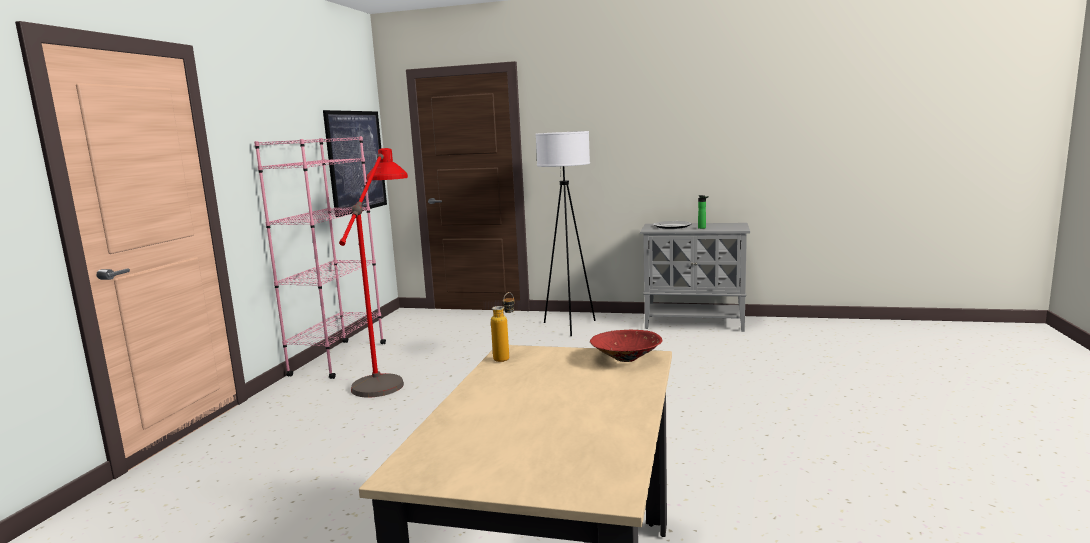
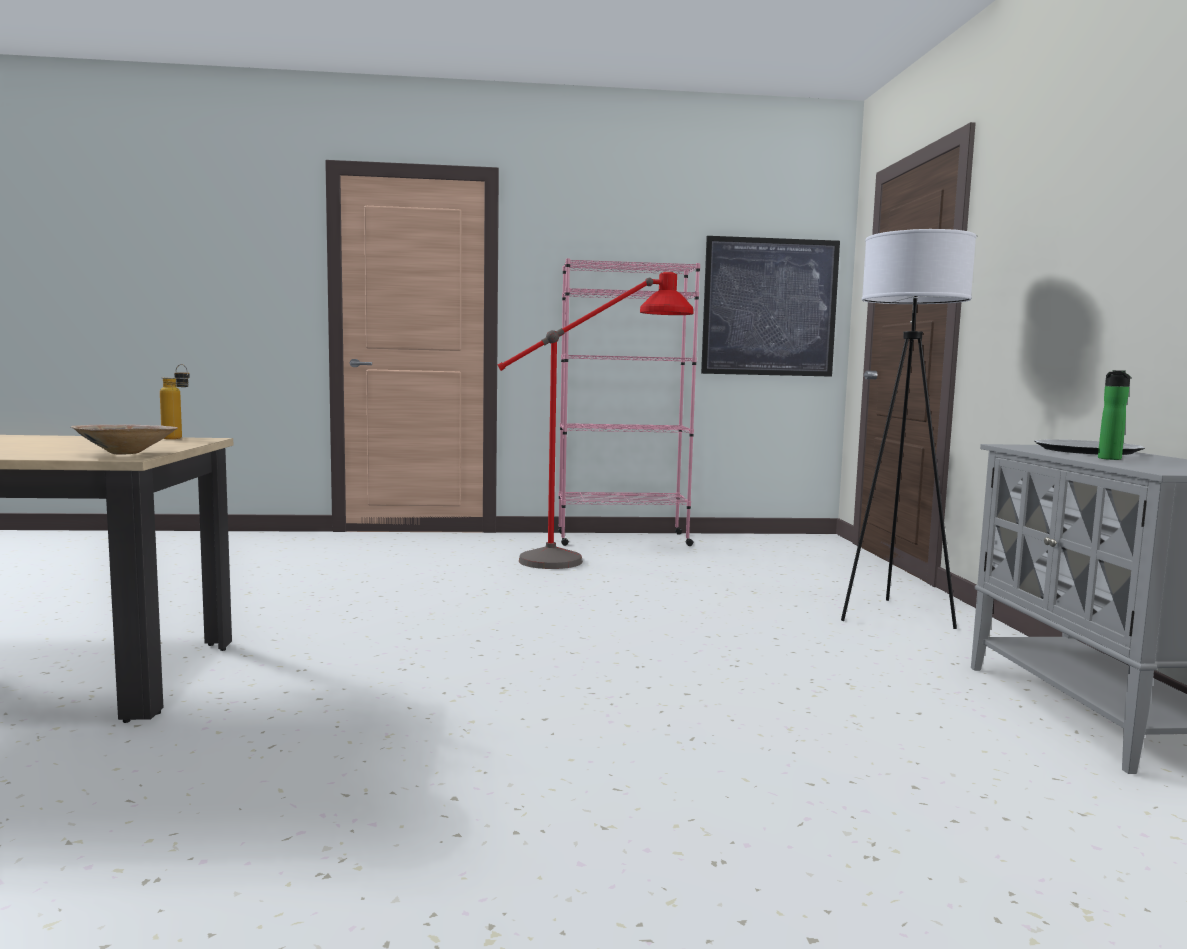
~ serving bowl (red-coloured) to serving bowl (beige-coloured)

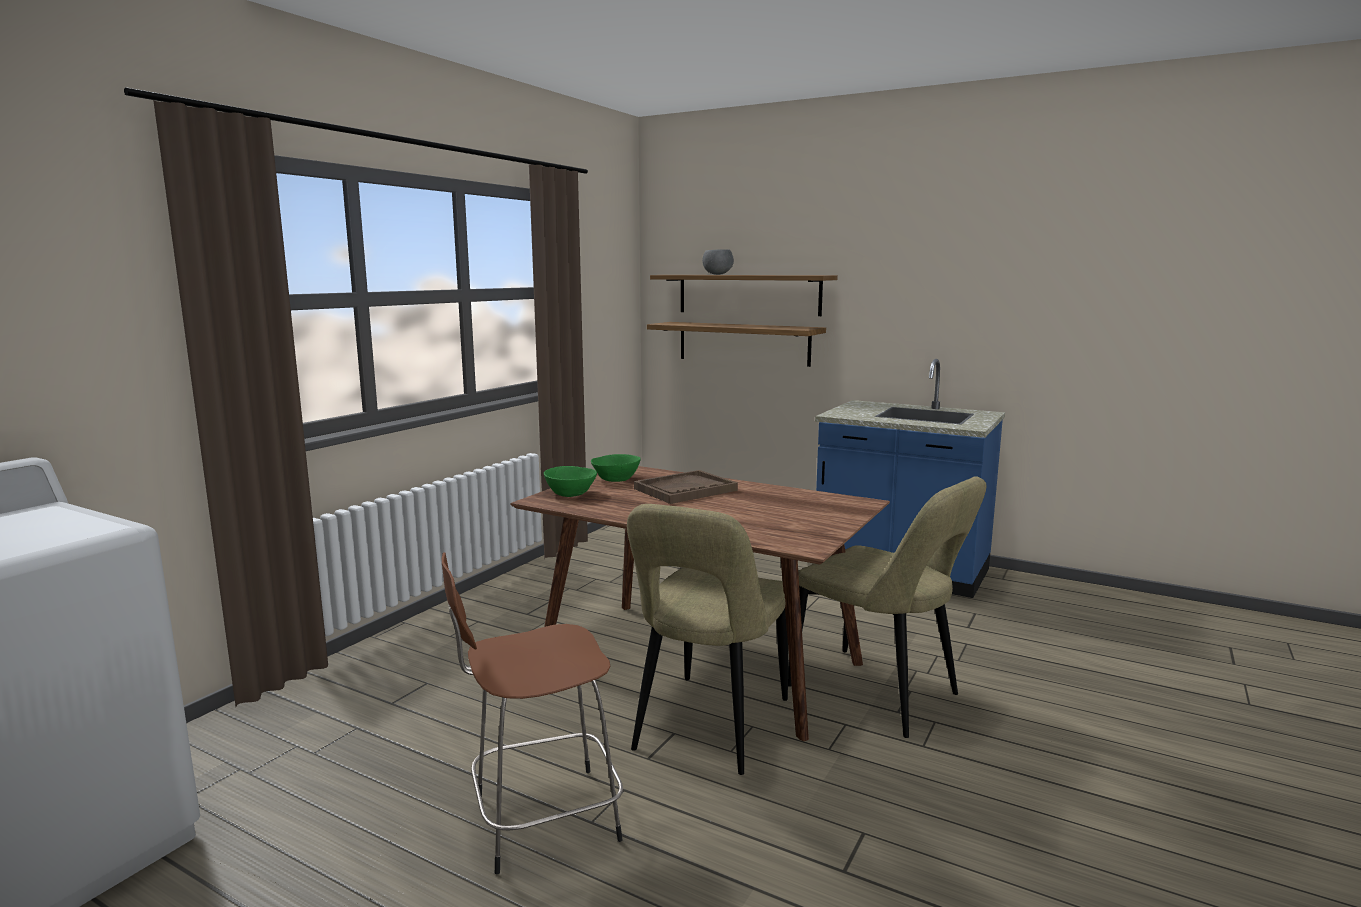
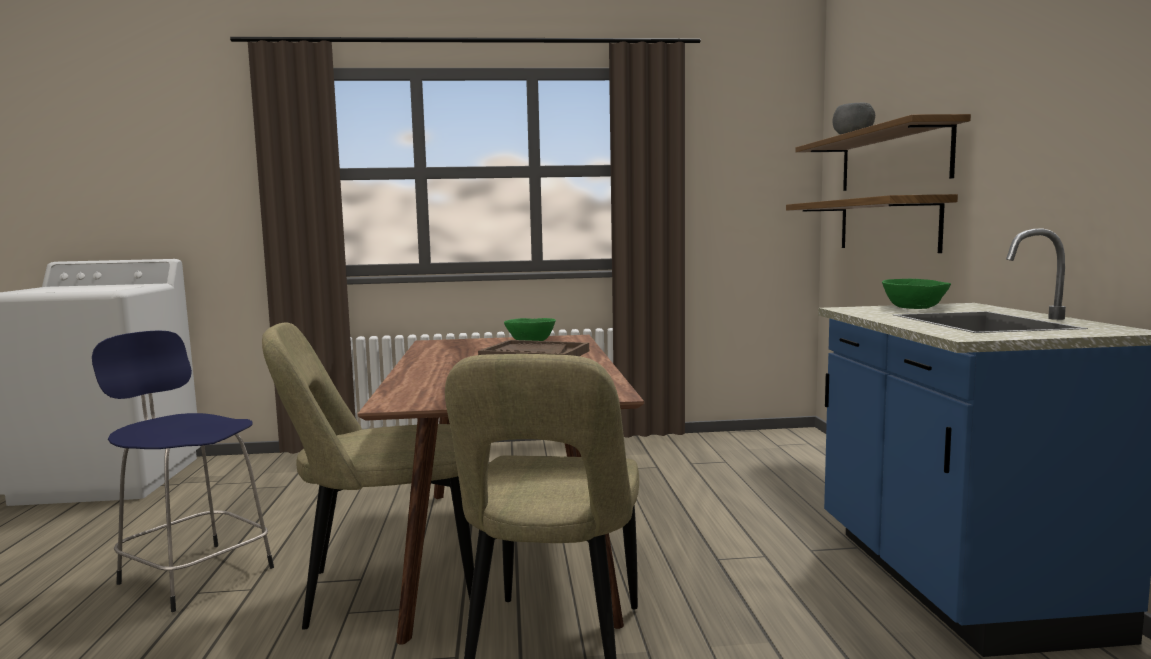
~ stool seat (brownish) to stool seat (bluish)
~ serving bowl (greenish) (1st from left in the first image) to serving bowl (greenish) (2nd from left)

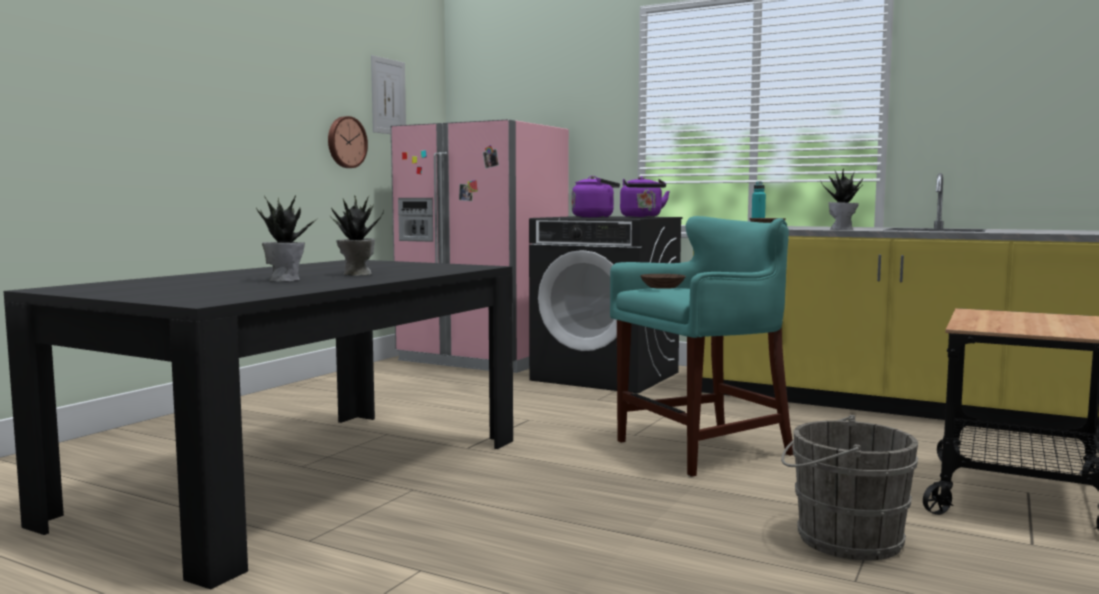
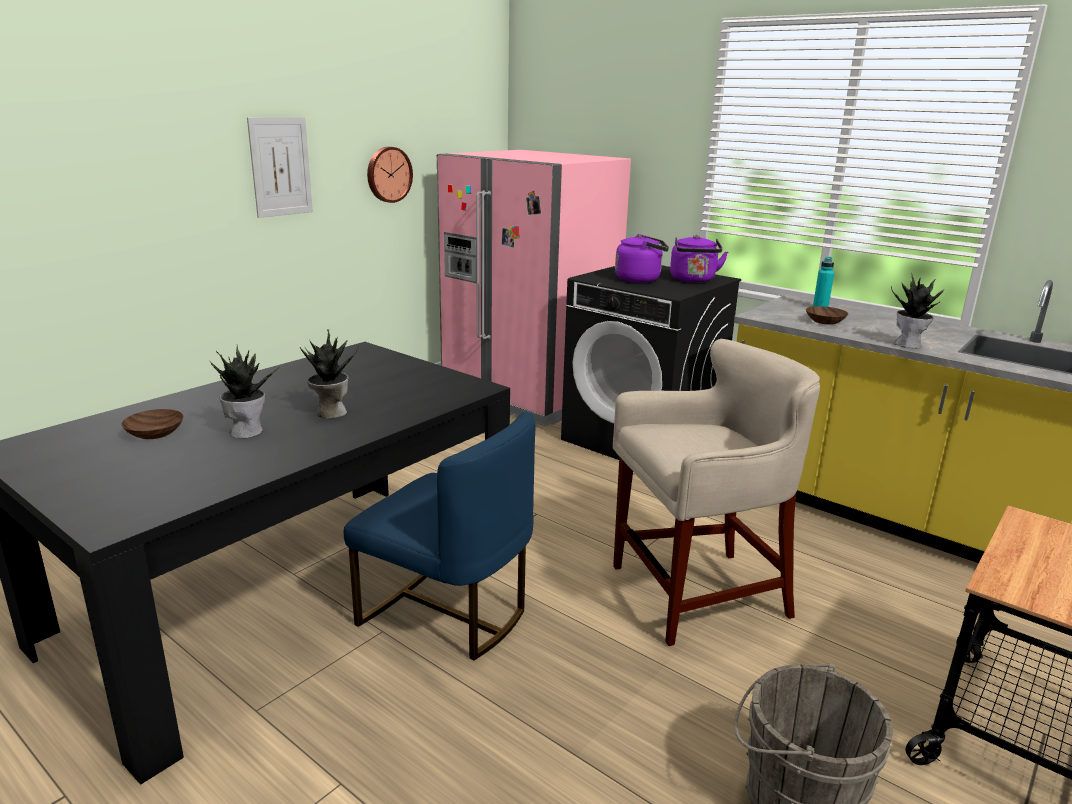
~ wall picture
~ stool seat (turquoise) to stool seat (beige-coloured)
~ serving bowl (brownish) (1st from left)
+ upright chair (bluish)

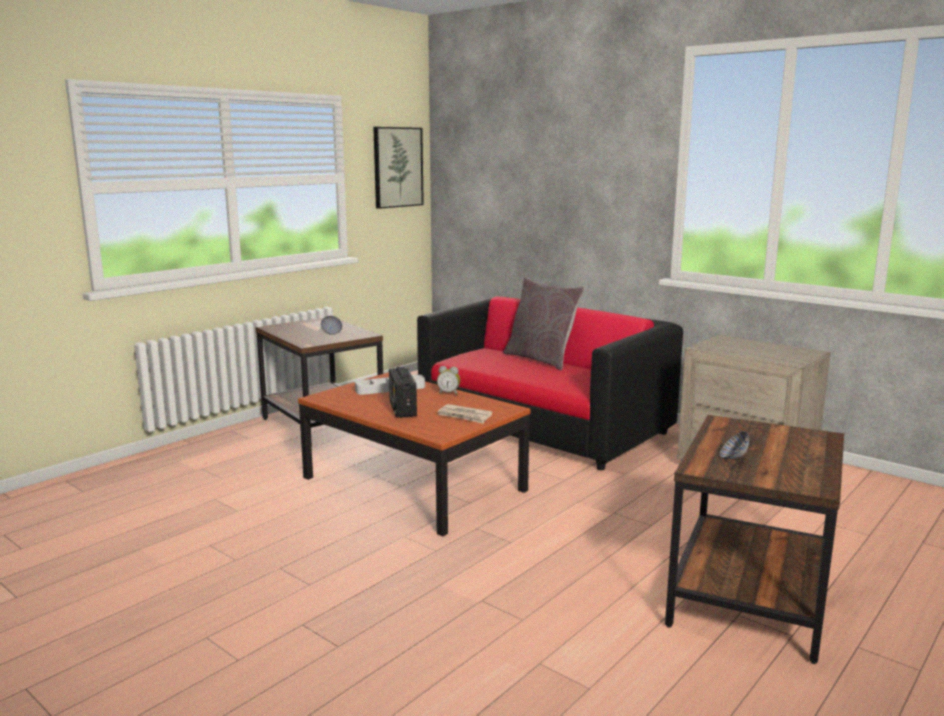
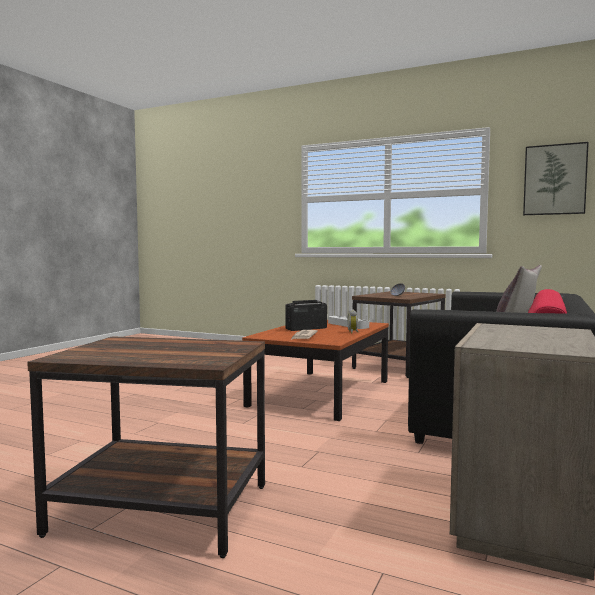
- serving bowl (2nd from left)

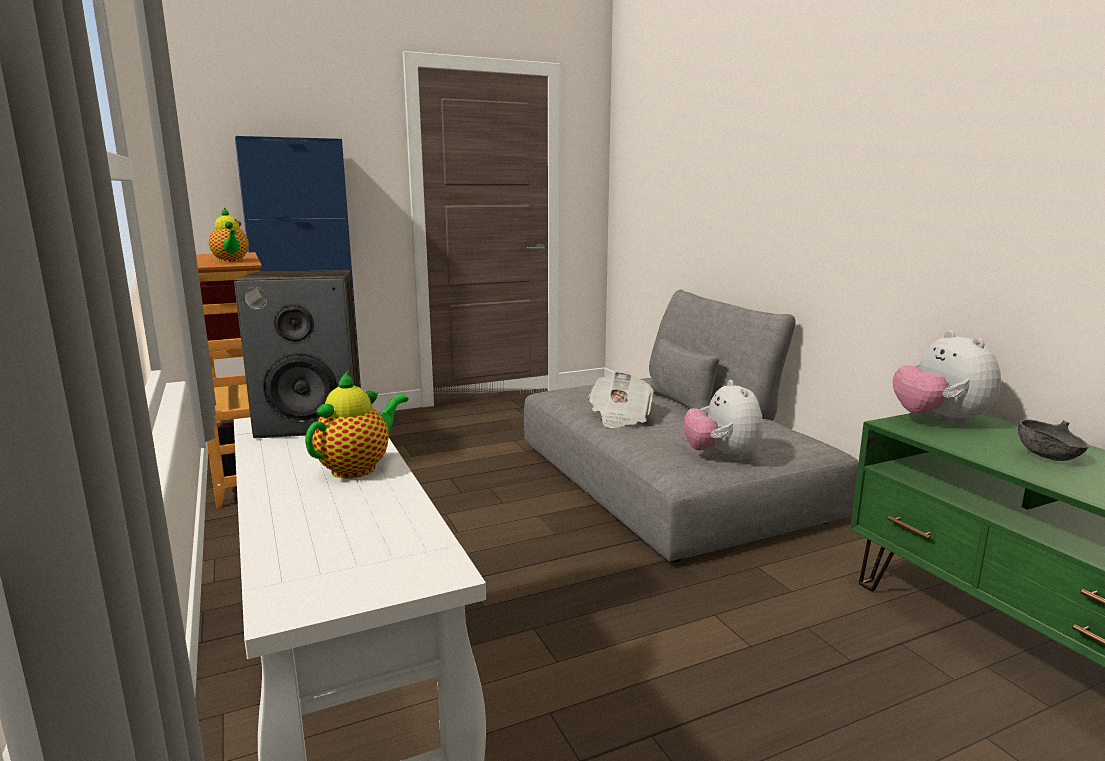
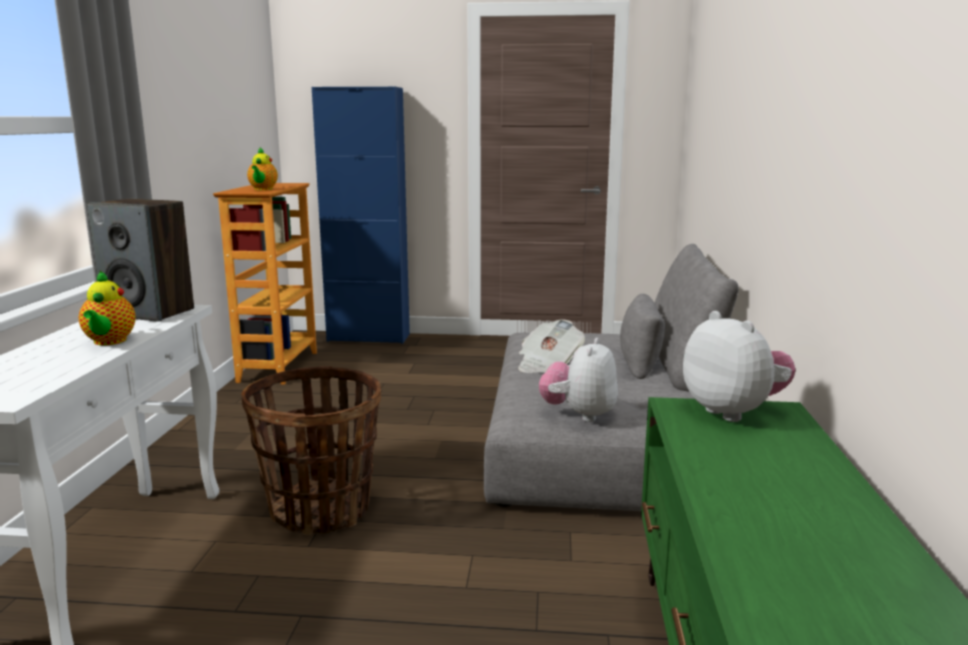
~ tea pot (2nd from left in the first image) 105 degrees clockwise
~ plush toy (2nd from left) 135 degrees clockwise
- serving bowl (grey)
+ storage basket

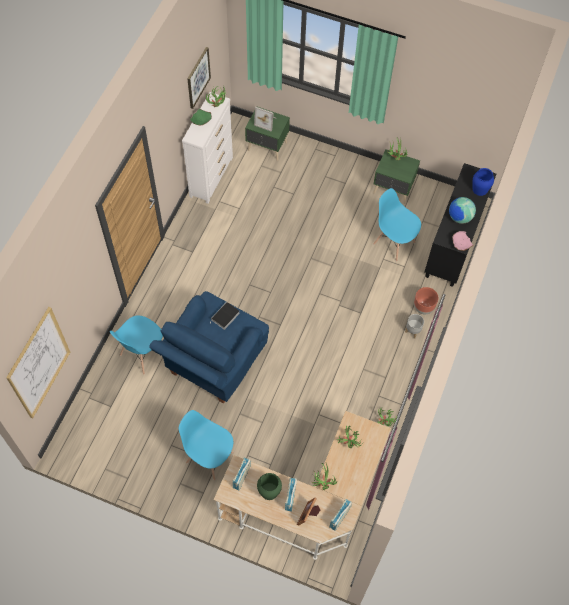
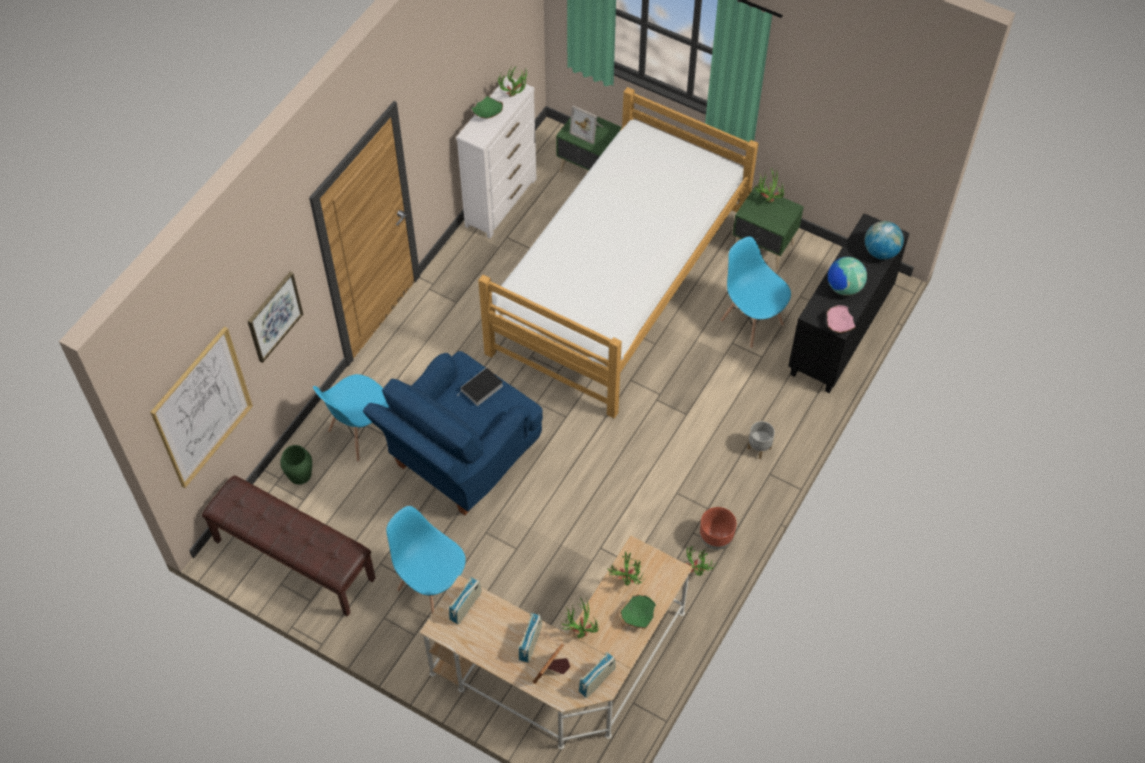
~ wall picture (2nd from left)
~ vase (greenish)
~ plant pot (brownish)
~ vase (bluish) to desk globe (2nd from left)
+ long seat (brownish)
+ bed
+ serving bowl (greenish) (2nd from left)

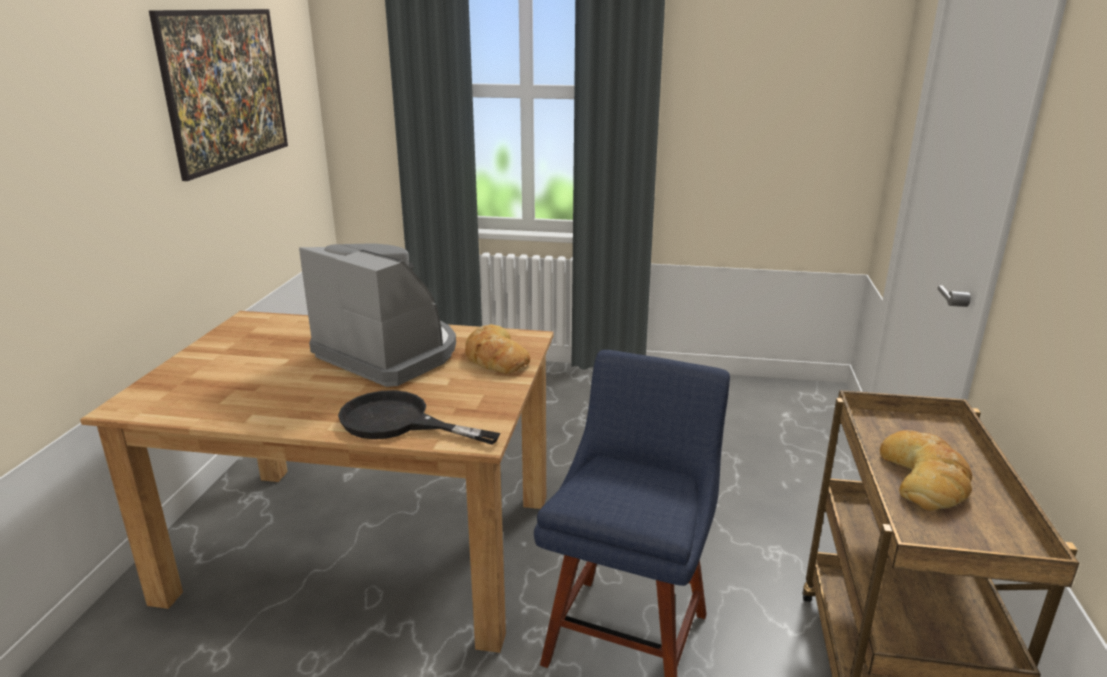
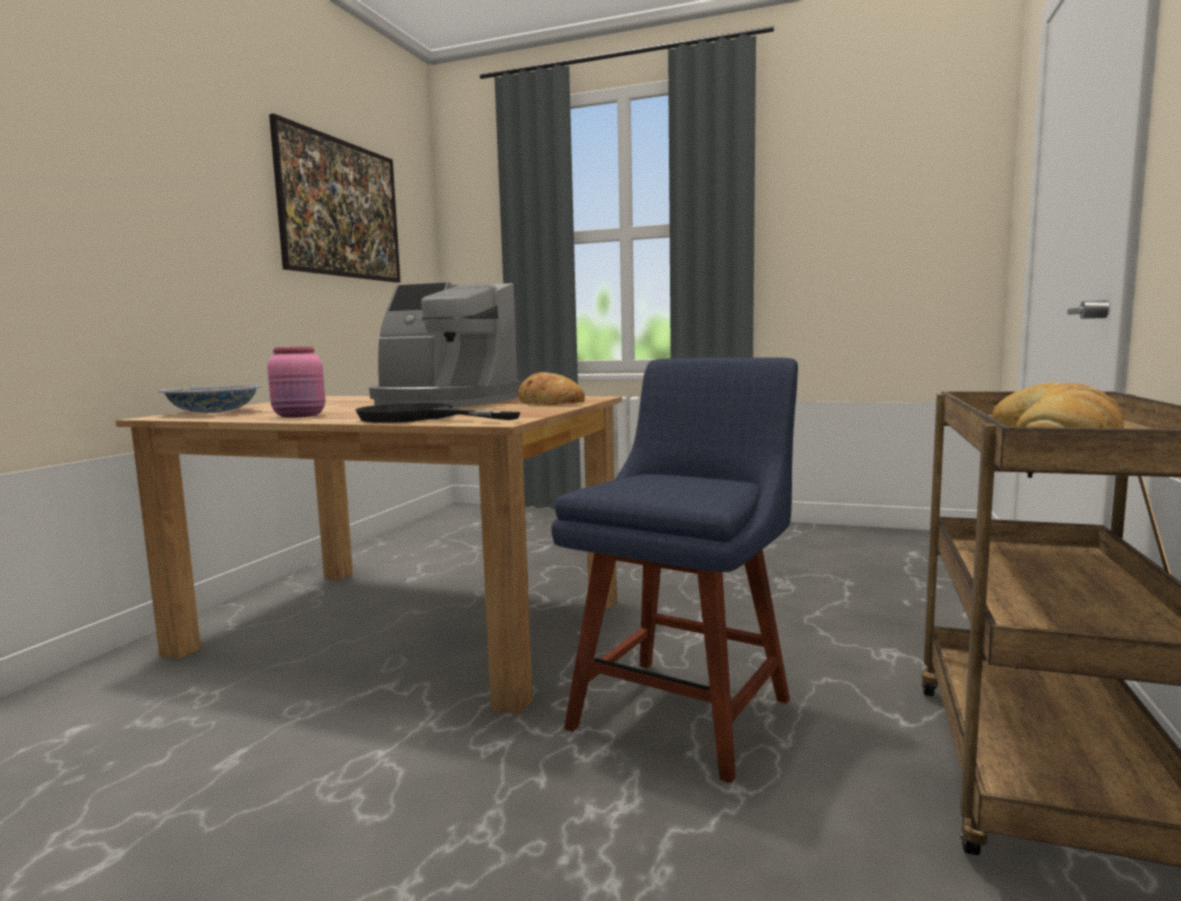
~ coffee maker 150 degrees clockwise
+ serving bowl
+ jar (pink-coloured)

